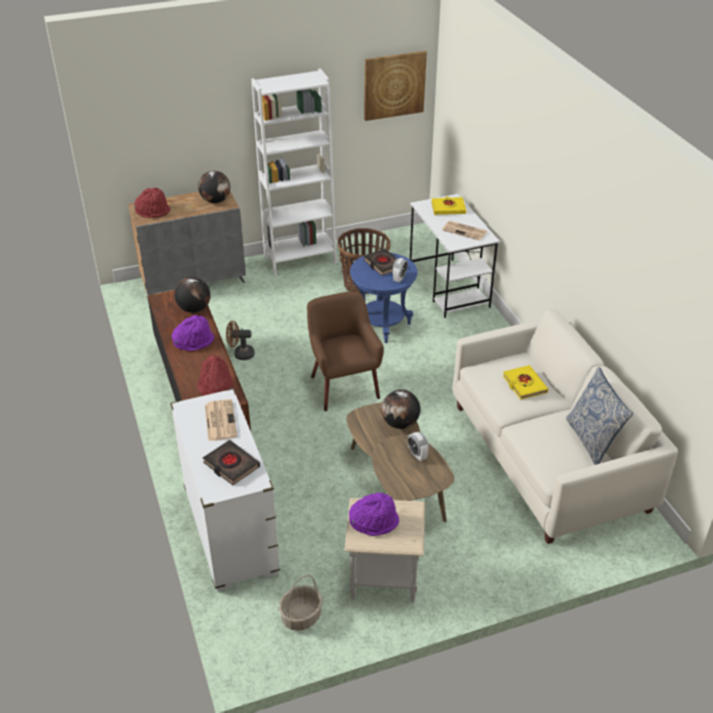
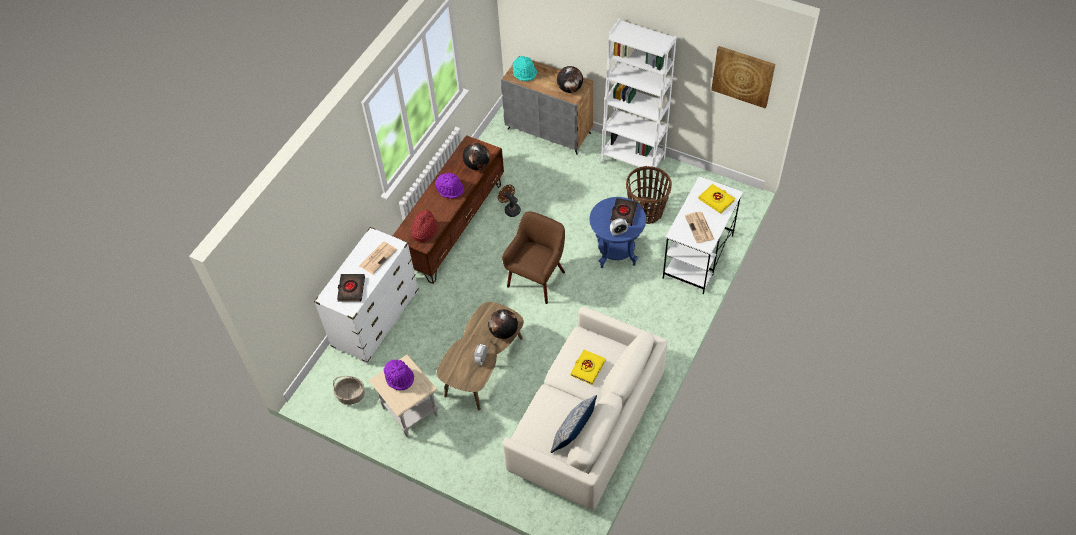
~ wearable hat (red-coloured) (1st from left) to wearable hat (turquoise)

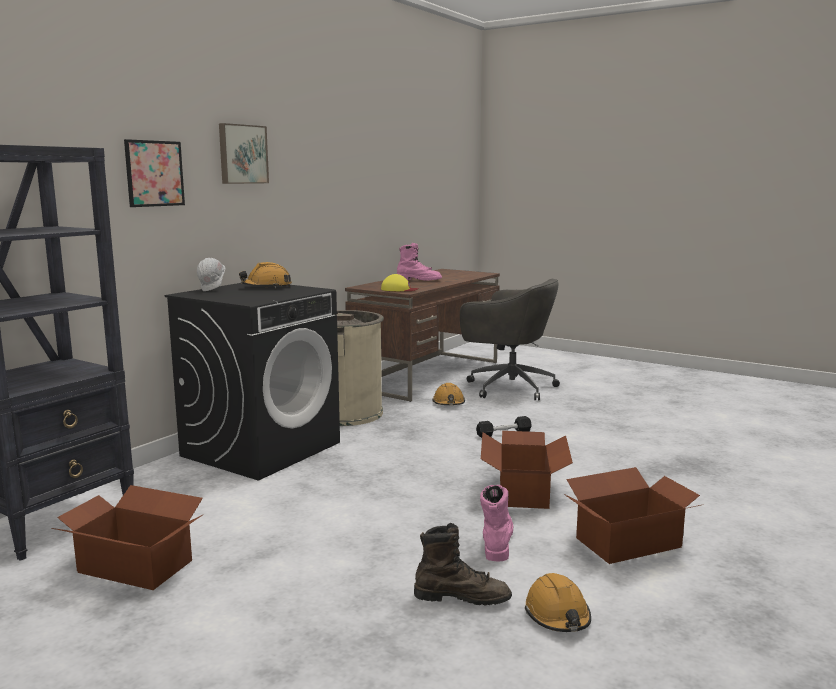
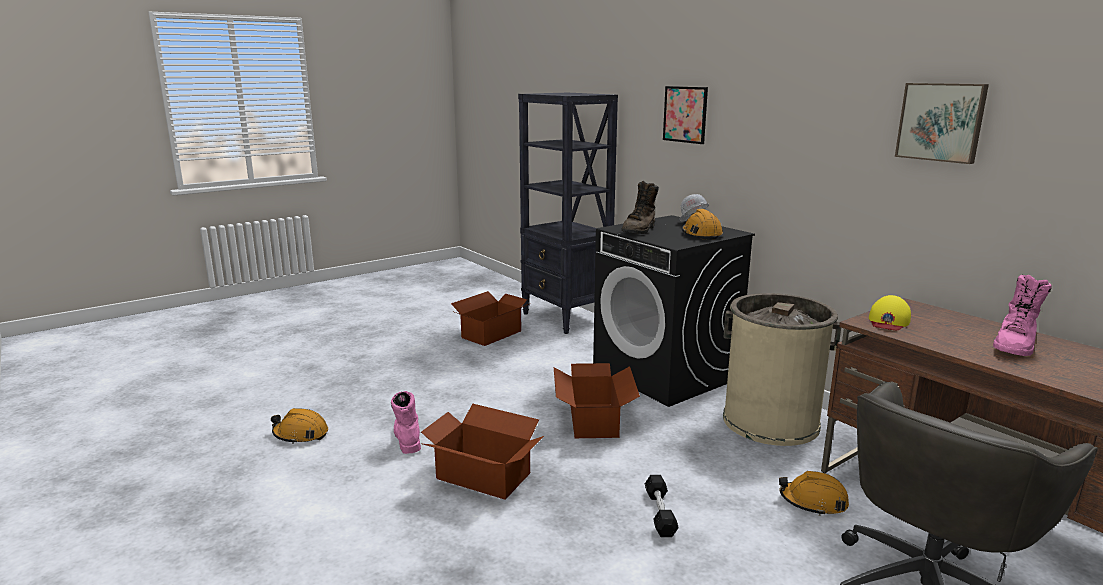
~ wall picture (2nd from left)
~ tall boot (brownish)
~ tall boot (pink-coloured) (2nd from left in the first image) 135 degrees counterclockwise
~ cardboard box (3rd from left)

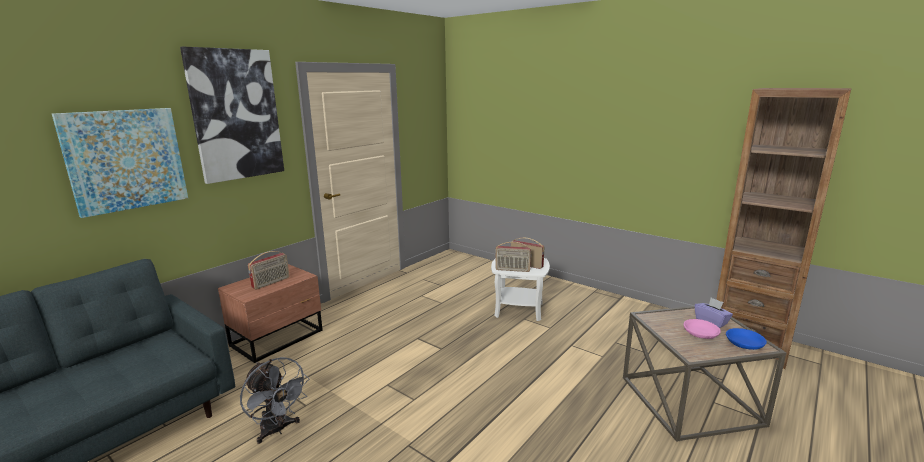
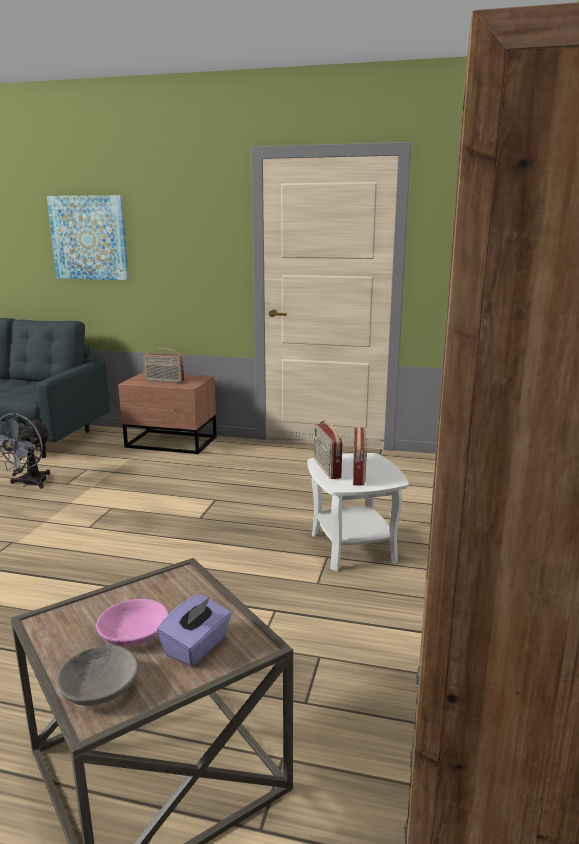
- wall picture (2nd from left)
~ serving bowl (bluish) to serving bowl (grey)

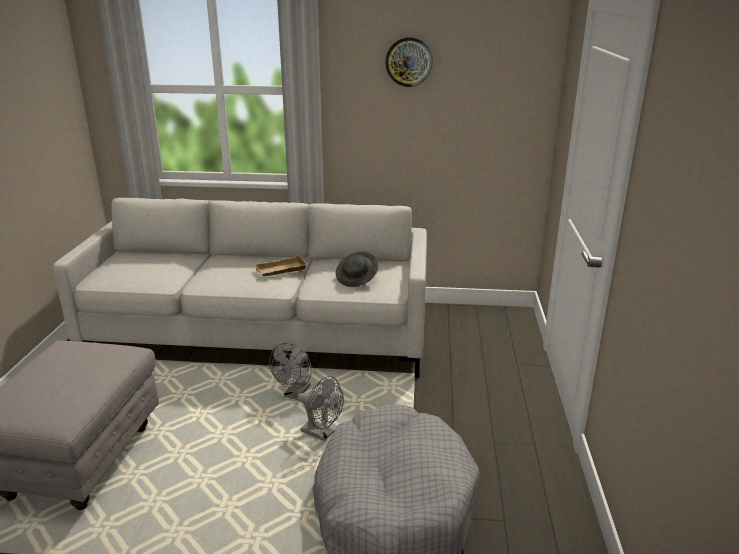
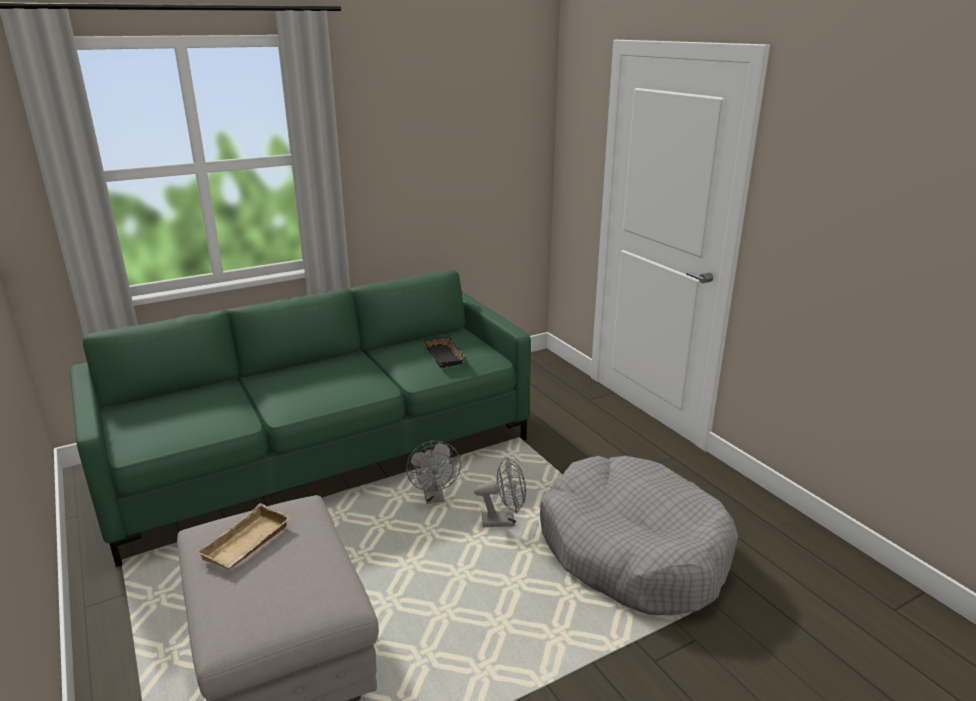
~ sofa (grey) to sofa (greenish)
~ tray (beige-coloured)
~ wearable hat (grey) to tray (blackish)
- hanging clock

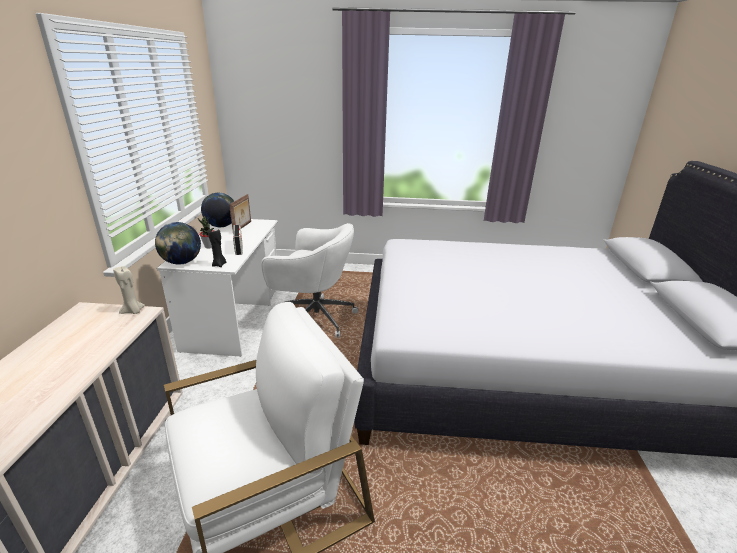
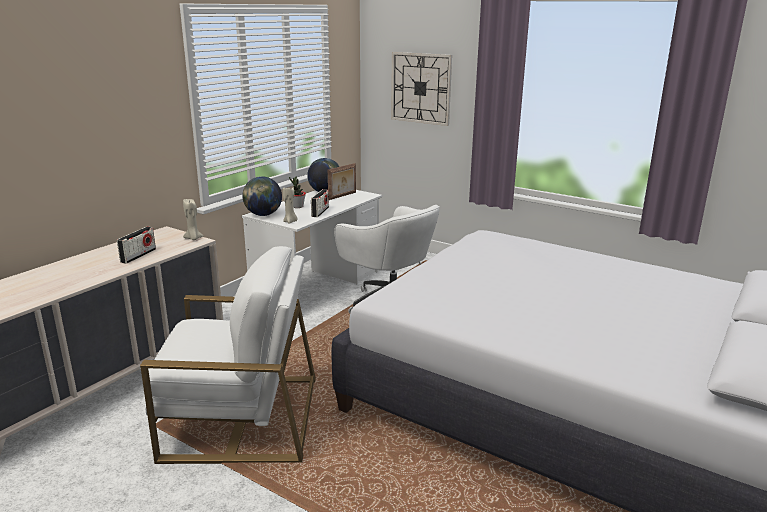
~ candle (blackish) to candle (beige-coloured) (2nd from left)
+ radio receiver (1st from left)
+ hanging clock

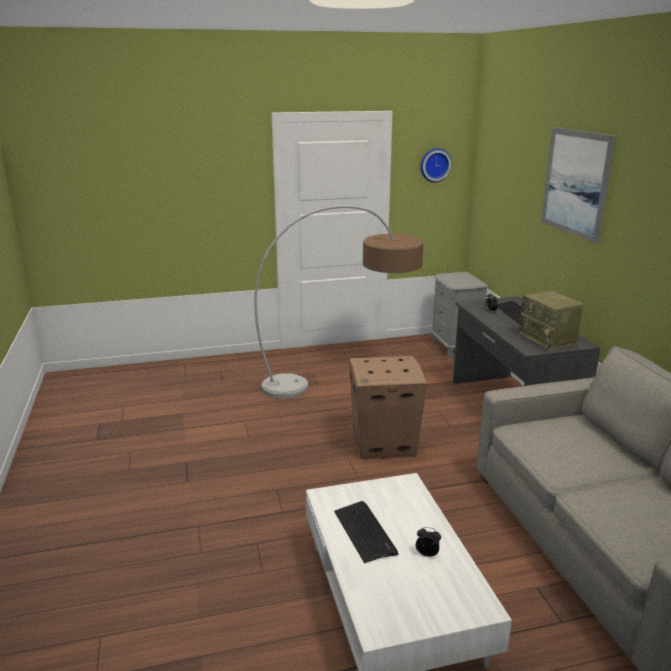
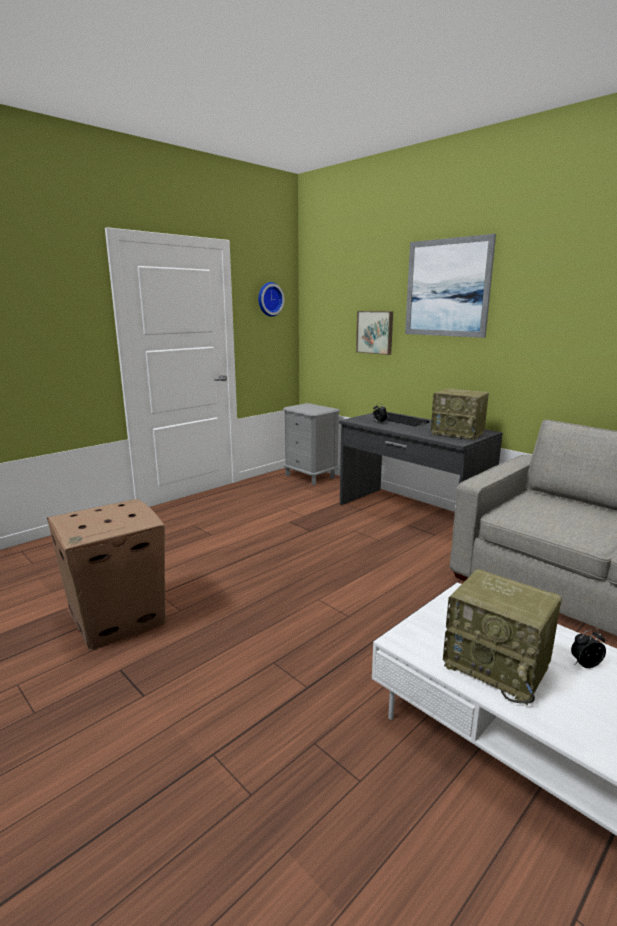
- standard lamp
~ keyboard (1st from left) to radio receiver (2nd from left)
~ cardboard box
+ wall picture (1st from left)

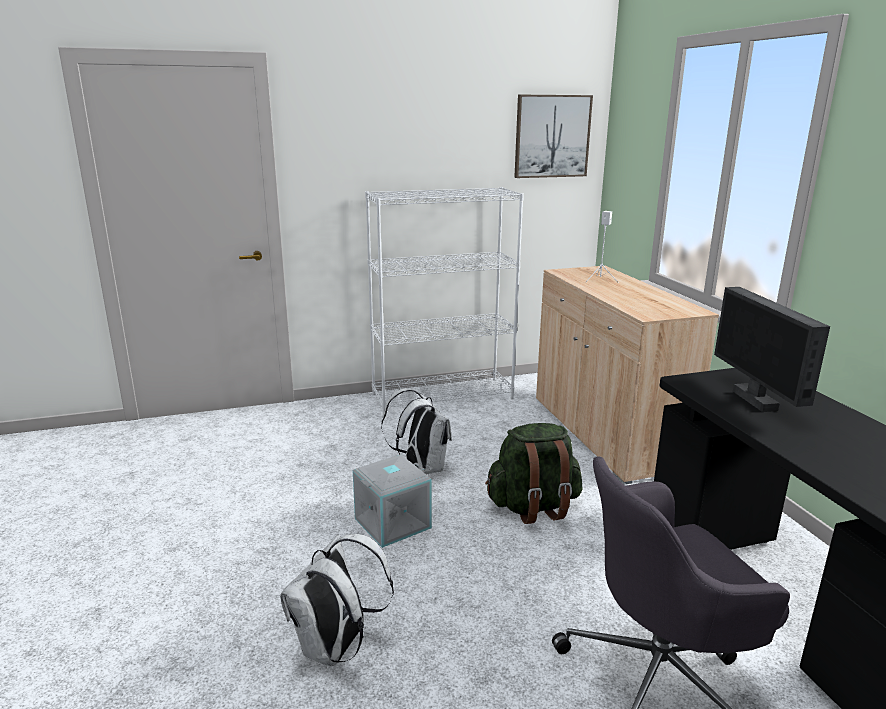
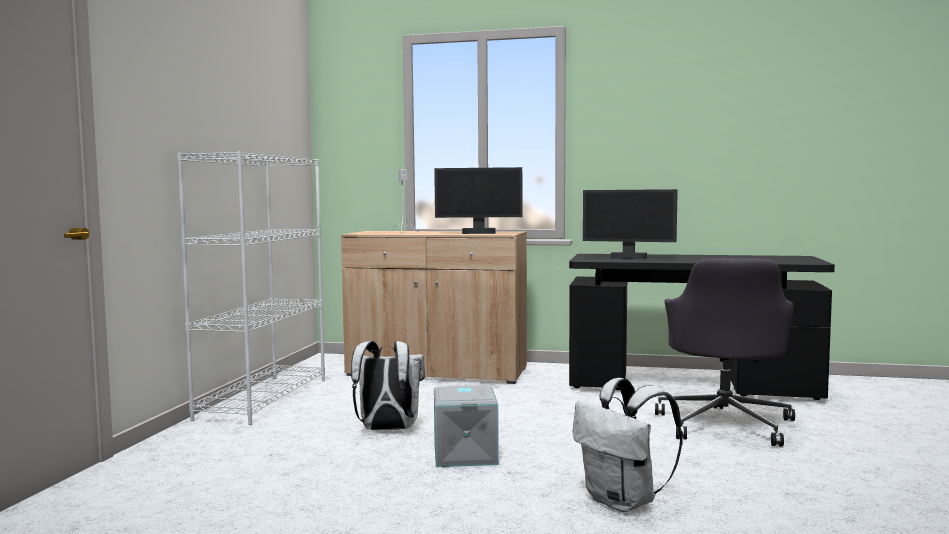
- rucksack (greenish)
- wall picture
+ monitor (1st from left)

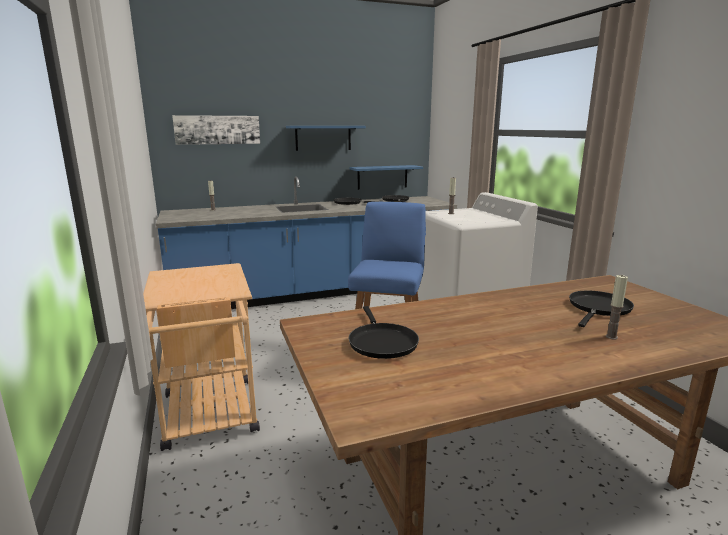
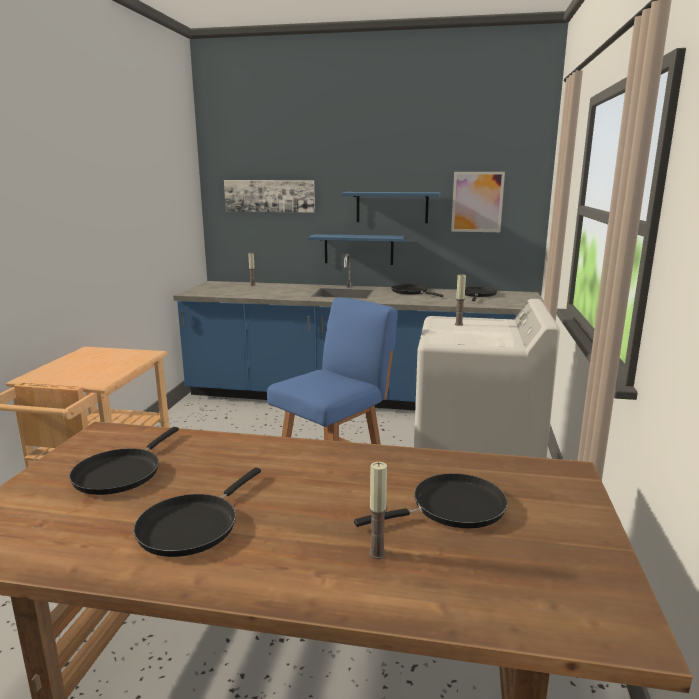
~ bracket shelf (bluish) (2nd from left in the first image) to bracket shelf (bluish) (1st from left)
+ pan (blackish) (2nd from left)
+ wall picture (2nd from left)

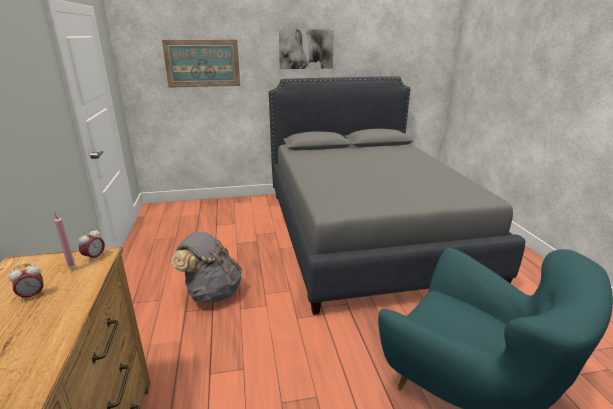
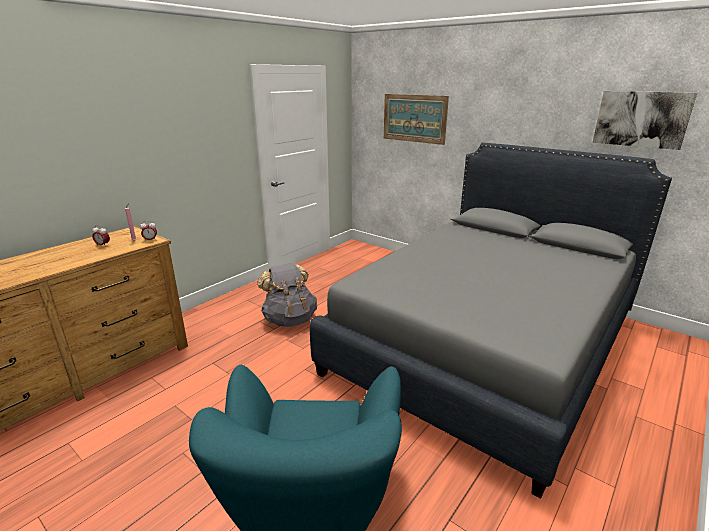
~ wall picture (2nd from left)

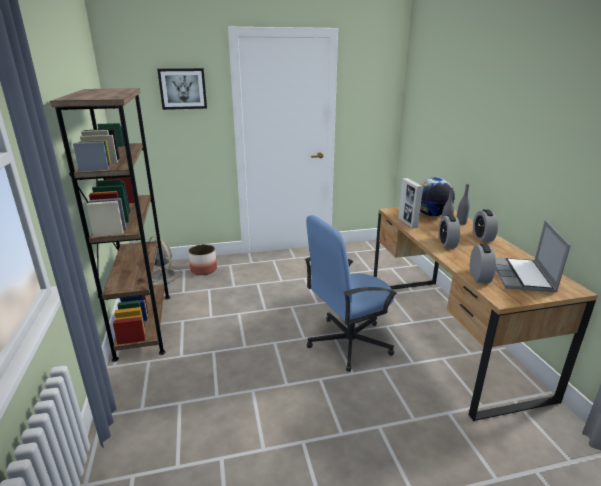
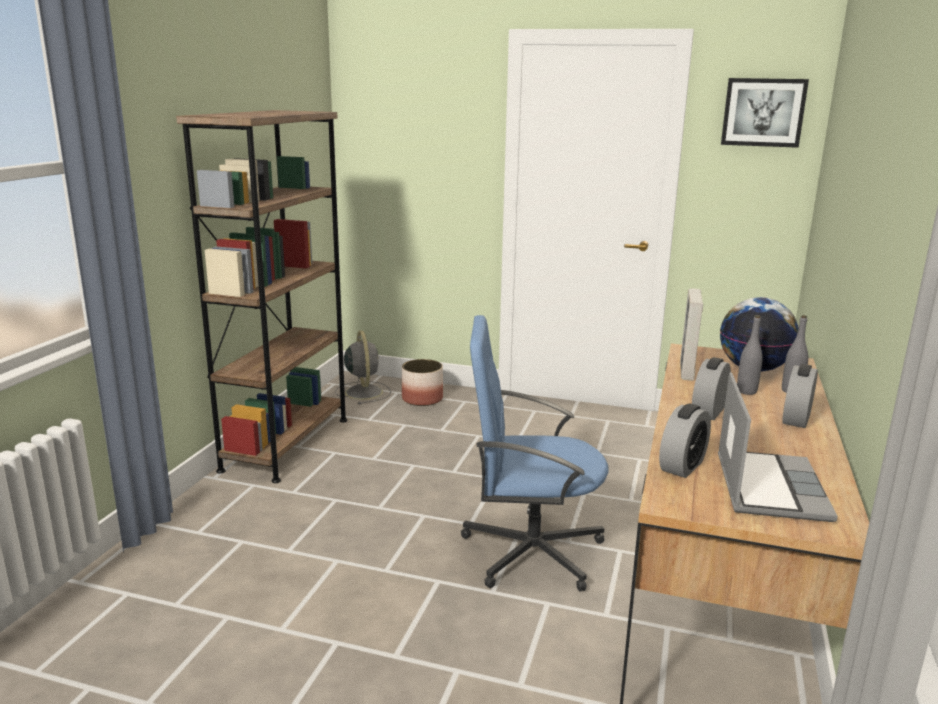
~ wall picture
~ notebook computer 150 degrees clockwise

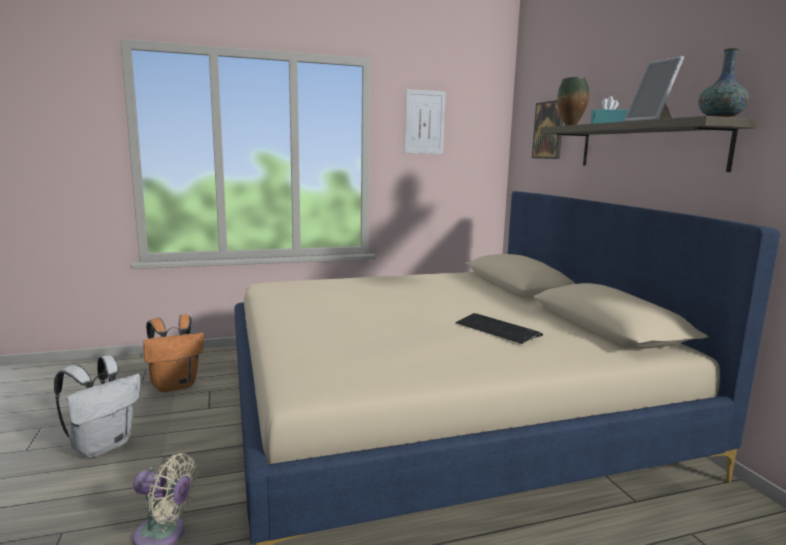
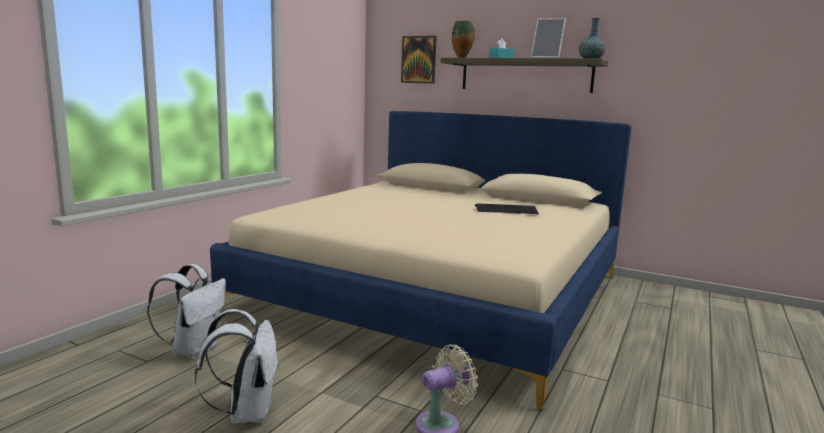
~ rucksack (orange-coloured) to rucksack (white-coloured) (1st from left)
- wall picture (1st from left)

